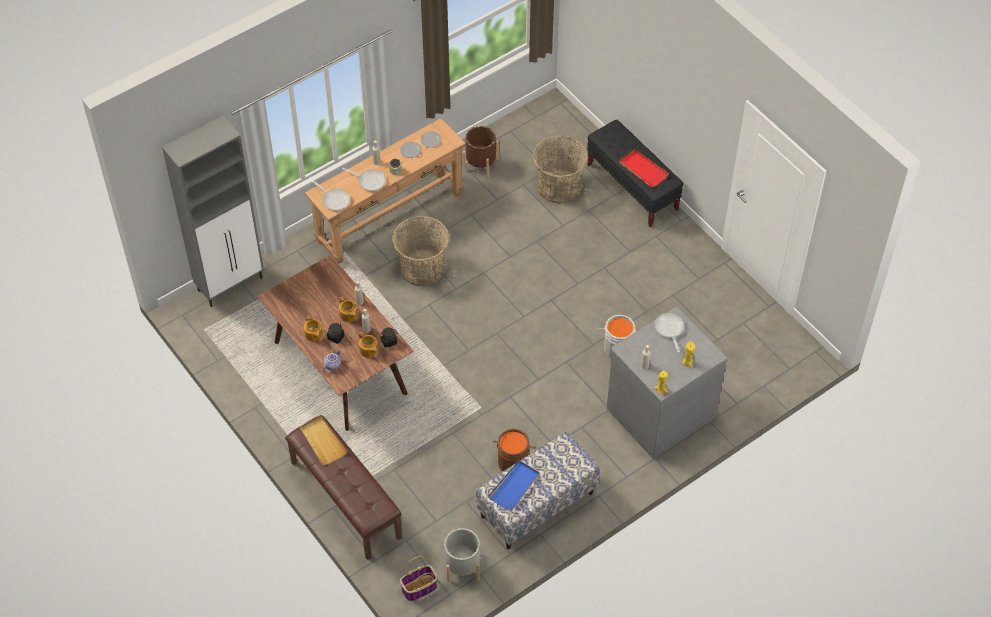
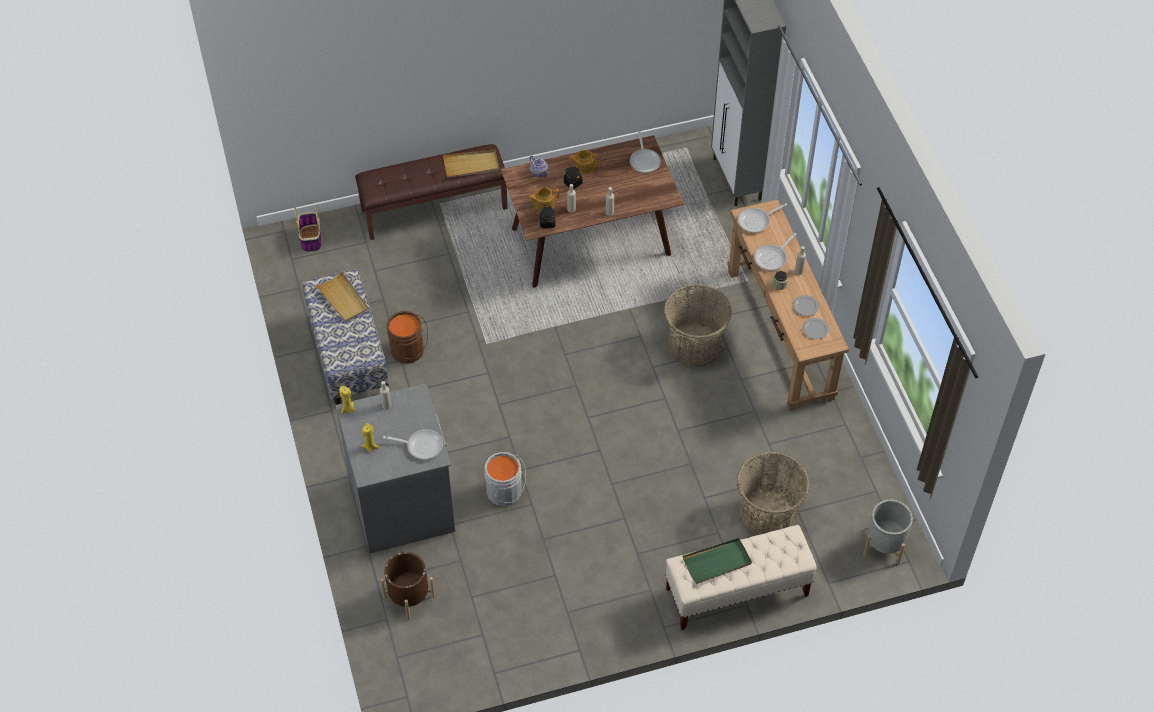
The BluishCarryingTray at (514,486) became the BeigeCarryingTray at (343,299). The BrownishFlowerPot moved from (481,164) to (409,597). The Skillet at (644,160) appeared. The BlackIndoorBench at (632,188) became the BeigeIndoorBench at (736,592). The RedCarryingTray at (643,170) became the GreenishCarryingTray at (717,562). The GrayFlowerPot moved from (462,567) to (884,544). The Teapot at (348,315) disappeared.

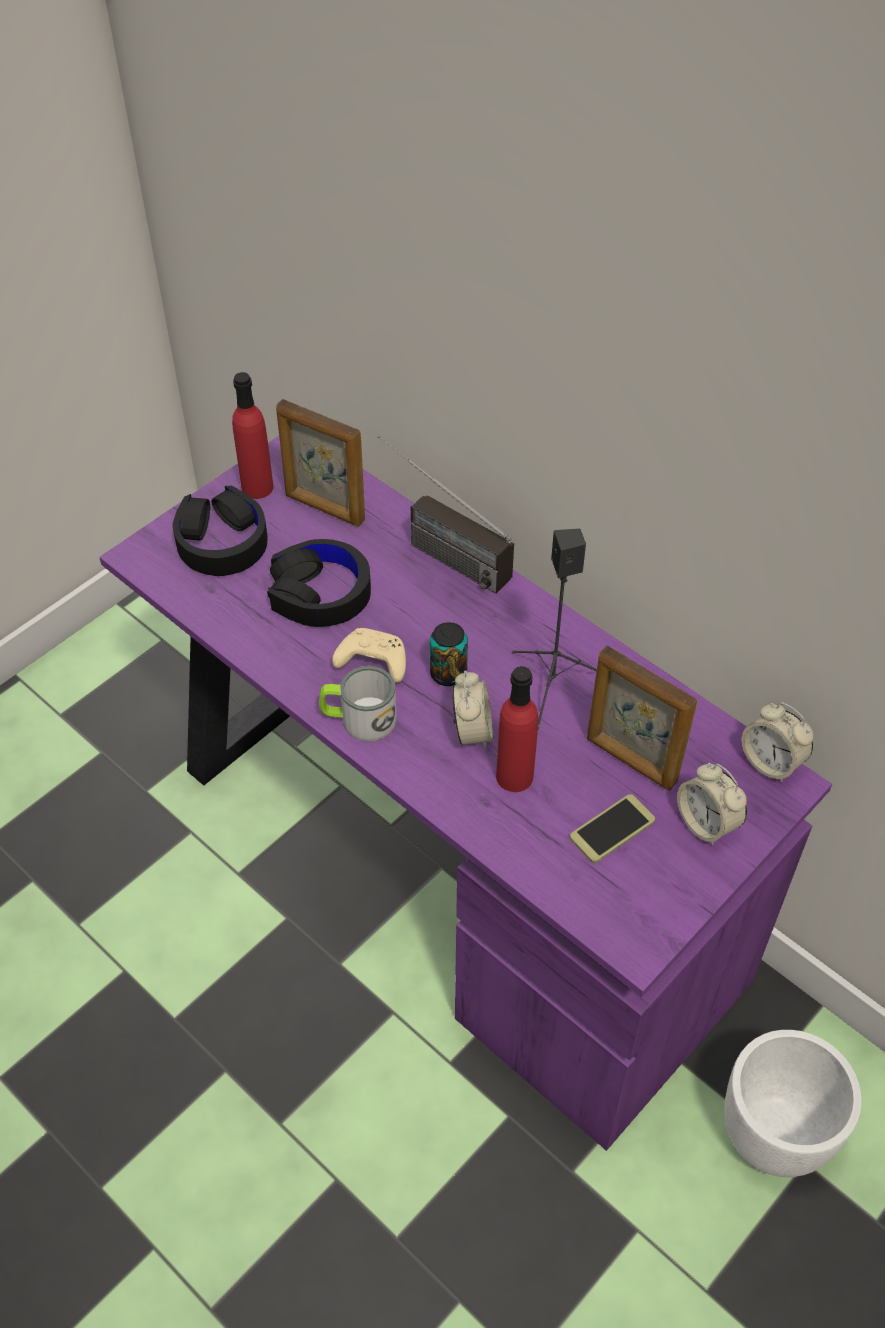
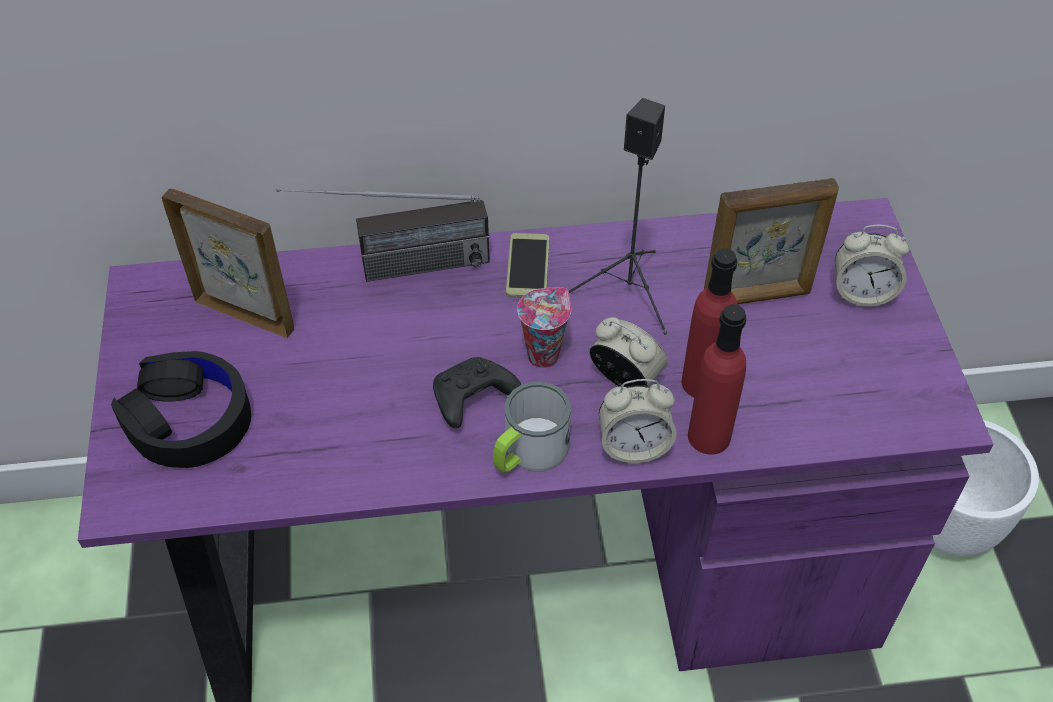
The StandingFrame at (324,508) turned 135 degrees counterclockwise. The BeigeGamepad at (371,662) became the BlackGamepad at (472,400). The Telephone moved from (612,829) to (528,267). The SealedCan at (448,674) was replaced by the DrinkingCup at (544,353). The AlarmClock moved from (771,762) to (634,446). The RedBeverageBottle moved from (257,487) to (709,436). The BlackHeadset at (320,593) disappeared.

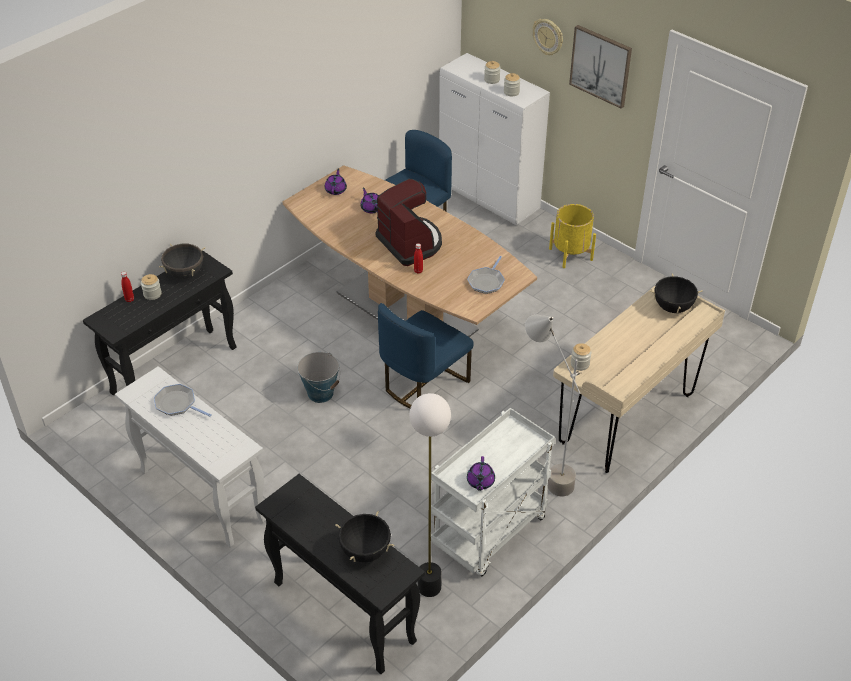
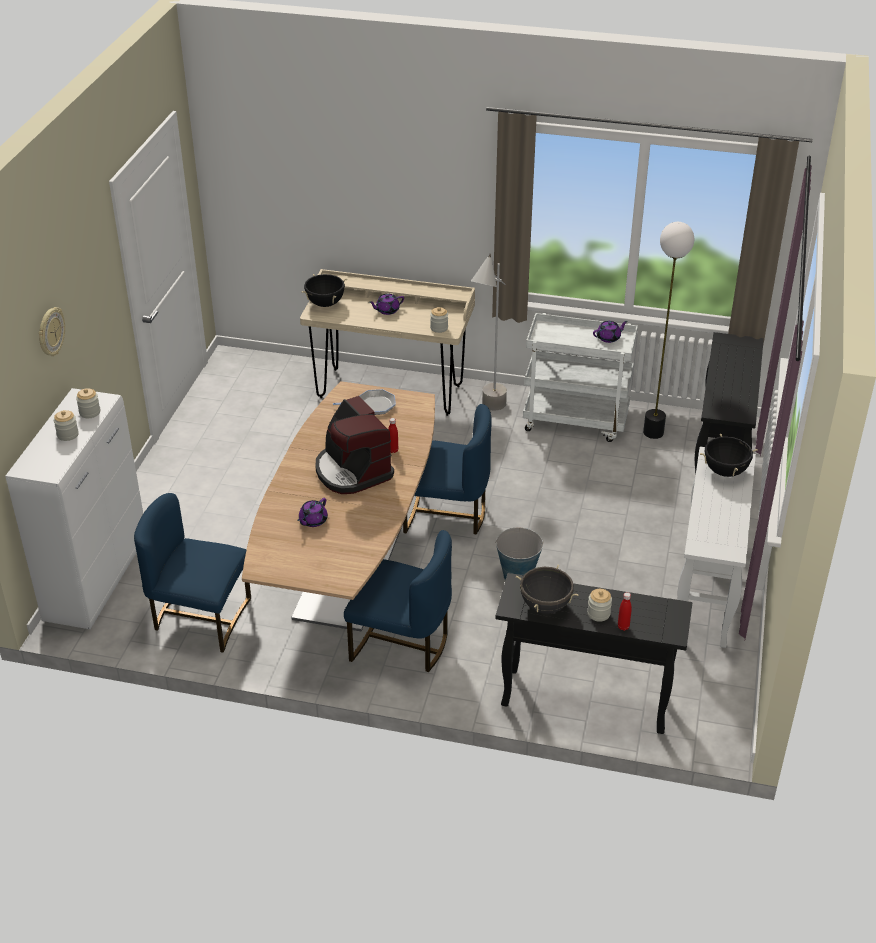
The CoffeeBrewer at (410,243) turned 60 degrees counterclockwise. The BluishChair at (401,644) appeared. The PurplishTeapot moved from (336,190) to (387,310). The BlackSaucepot moved from (365,551) to (725,471). The Skillet at (177,404) disappeared. The YellowFlowerPot at (570,254) disappeared. The Picture at (601,66) disappeared.

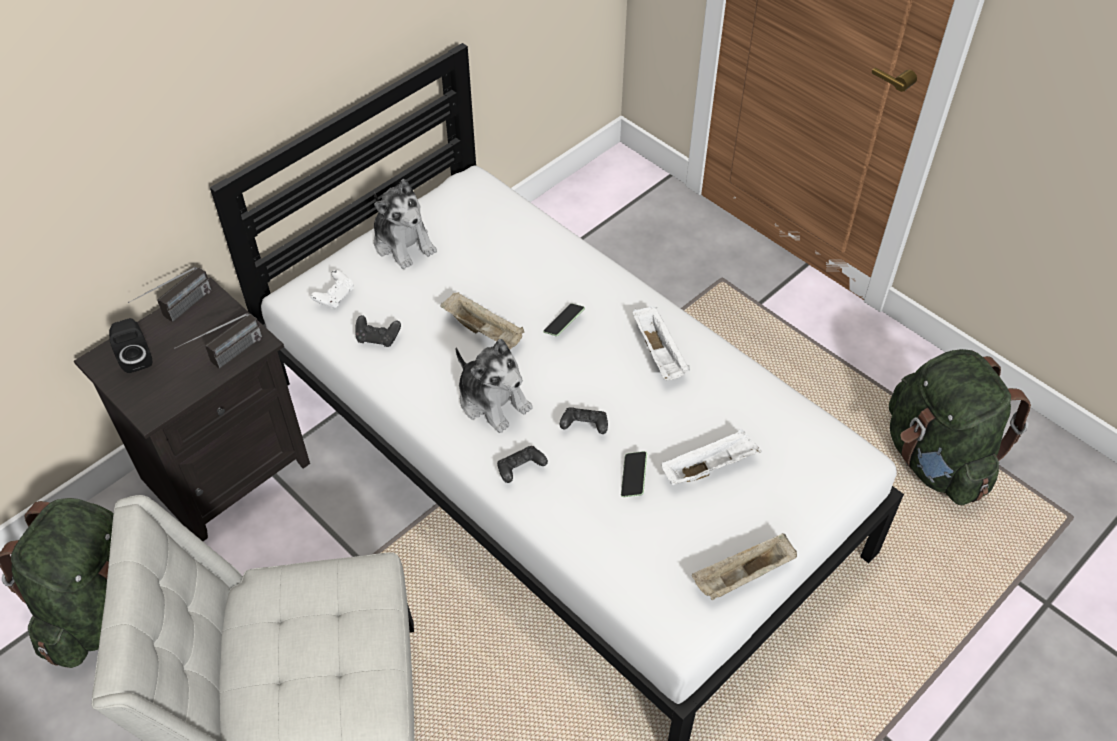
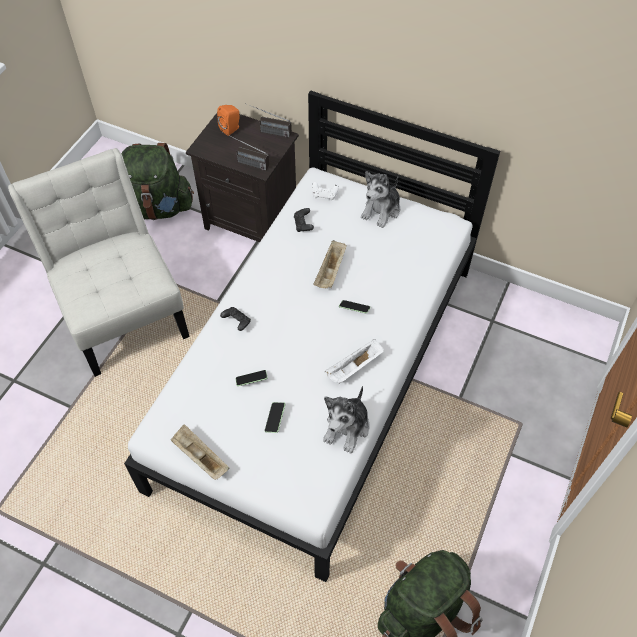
The BlackLoudspeaker at (136,358) became the OrangeLoudspeaker at (231,129). The WhitishCarryingTray at (709,467) was replaced by the Telephone at (275,419). The CuddlyToy moved from (493,401) to (347,427). The BlackGamepad at (584,427) disappeared.

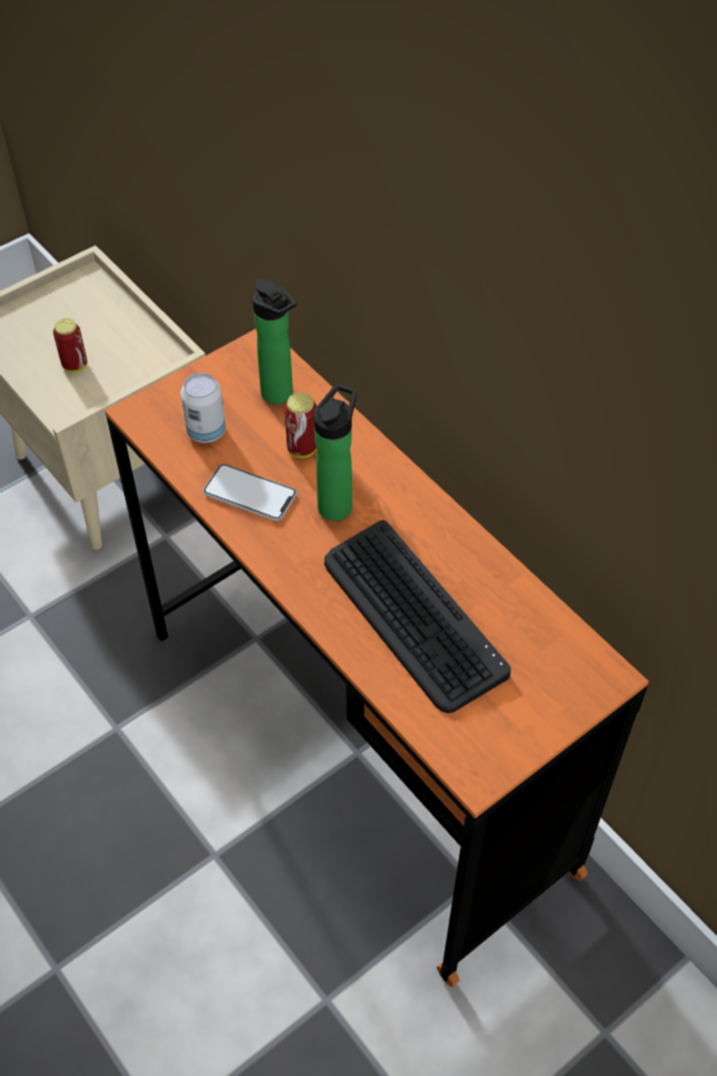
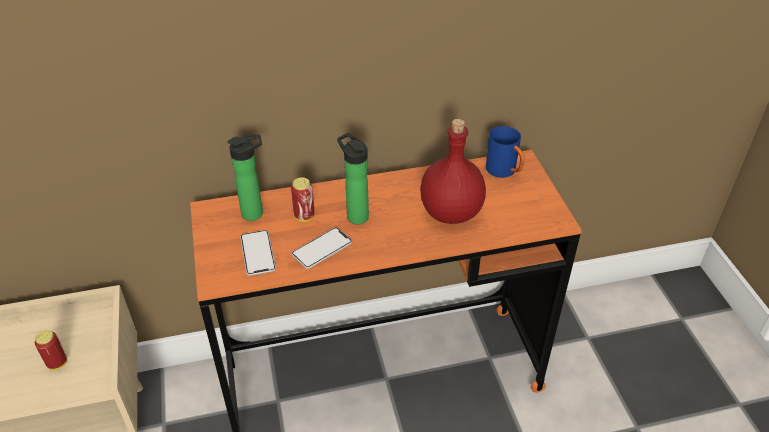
The SealedCan at (206,432) was replaced by the Telephone at (258,253). The Keyboard at (412,616) was replaced by the RedBeverageBottle at (451,212). The BluishTeaMug at (505,172) appeared.

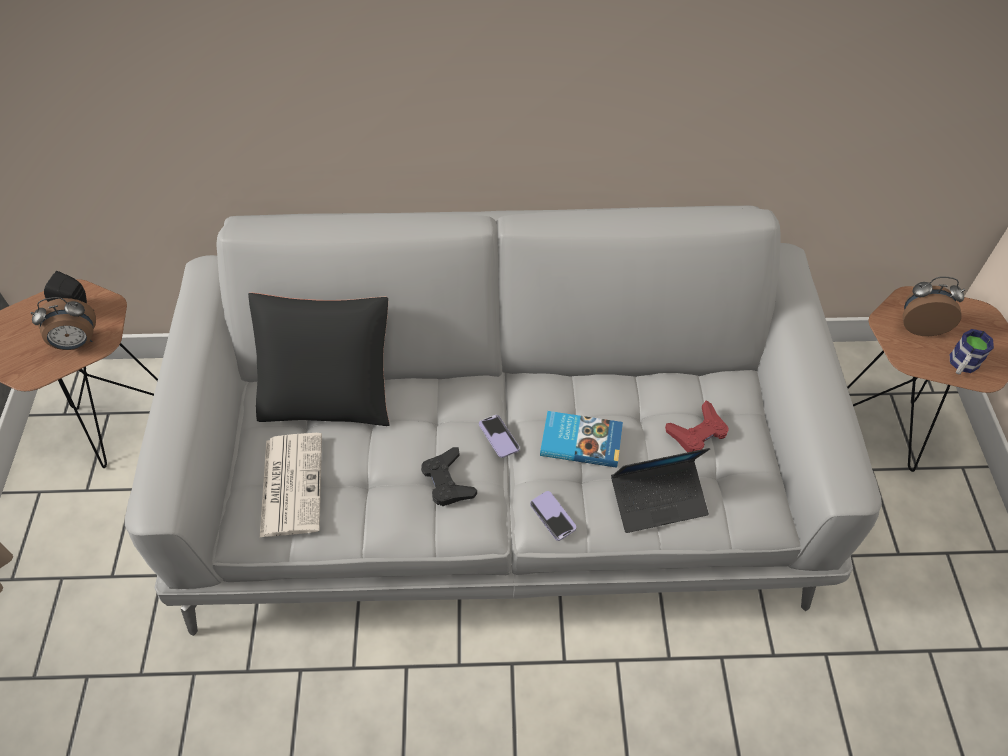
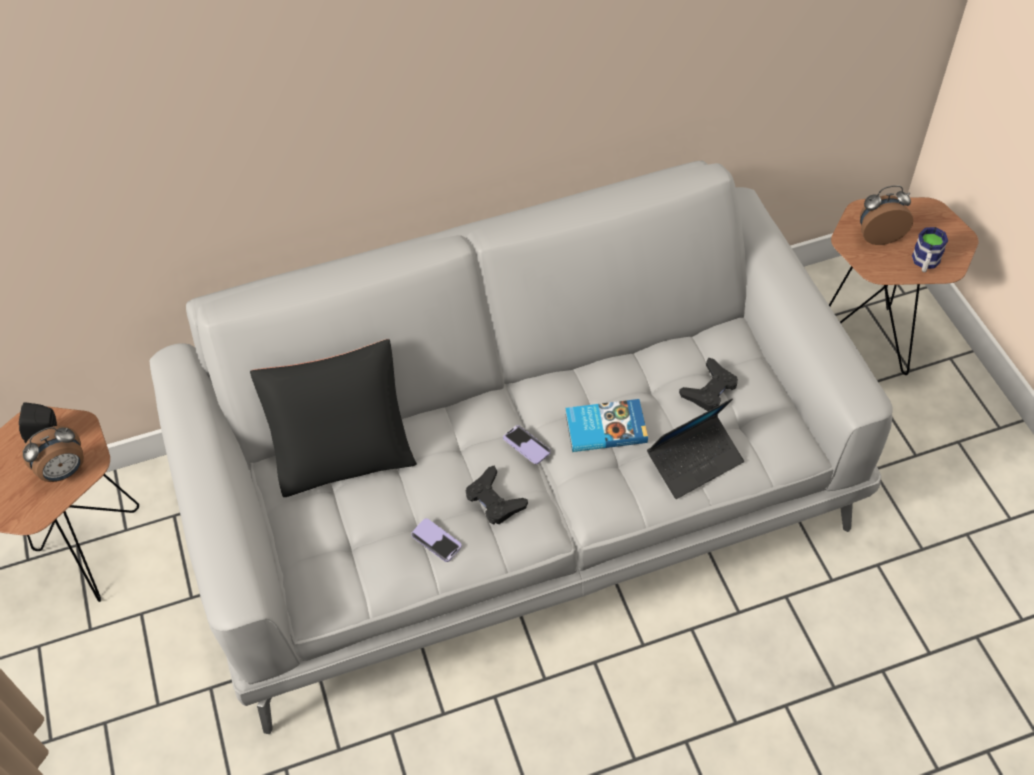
The Telephone moved from (552,516) to (436,541). The RedGamepad at (697,432) became the BlackGamepad at (709,389). The DailyPaper at (291,483) disappeared.

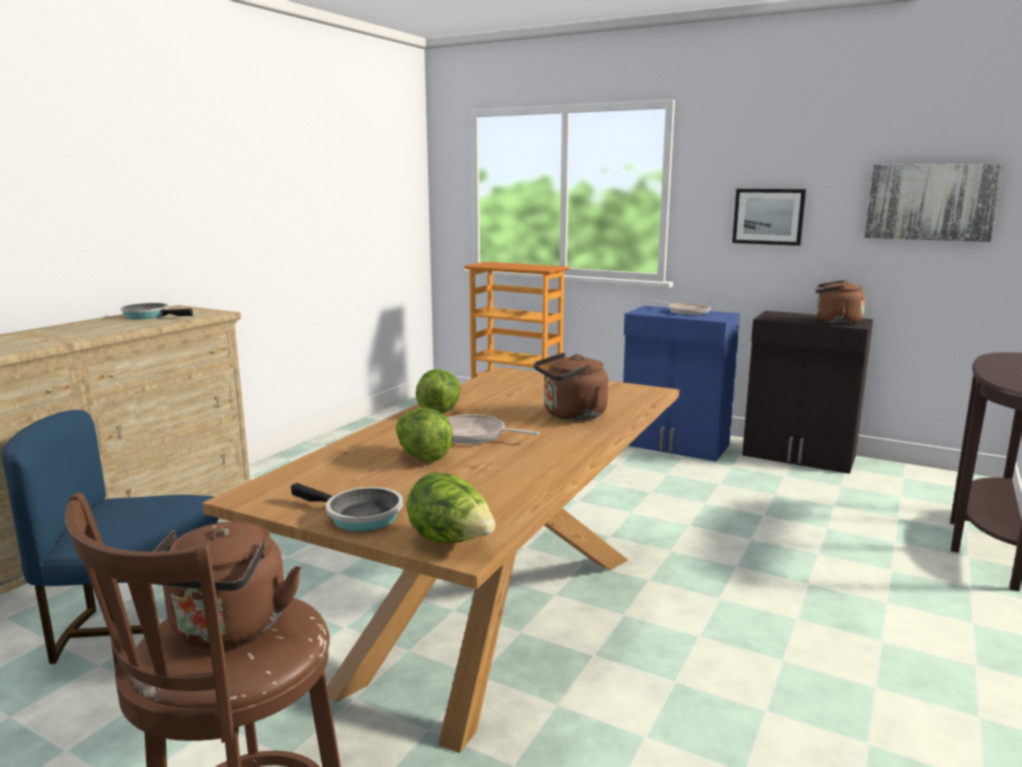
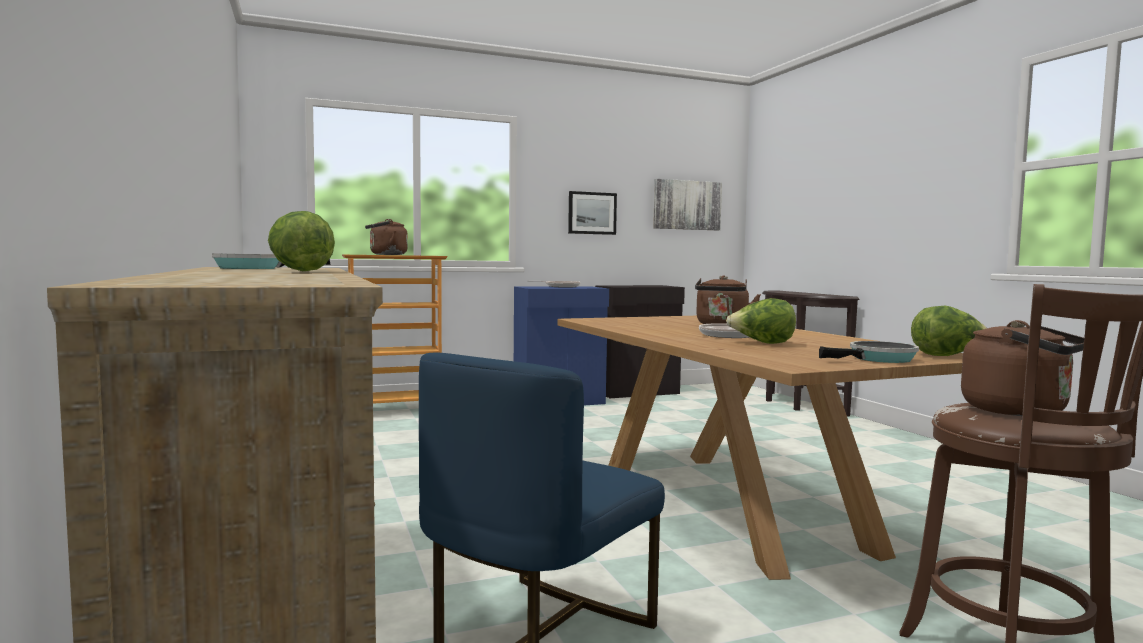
The LettuceHead moved from (439,410) to (299,271). The BrownishWaterKettle moved from (834,322) to (386,254).

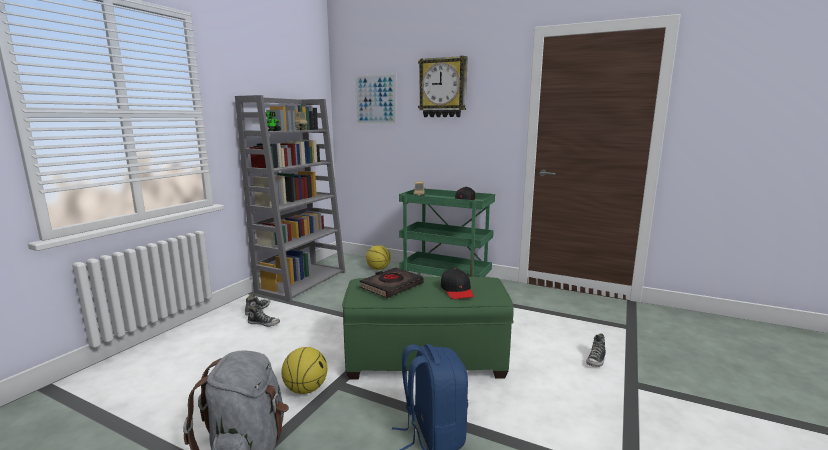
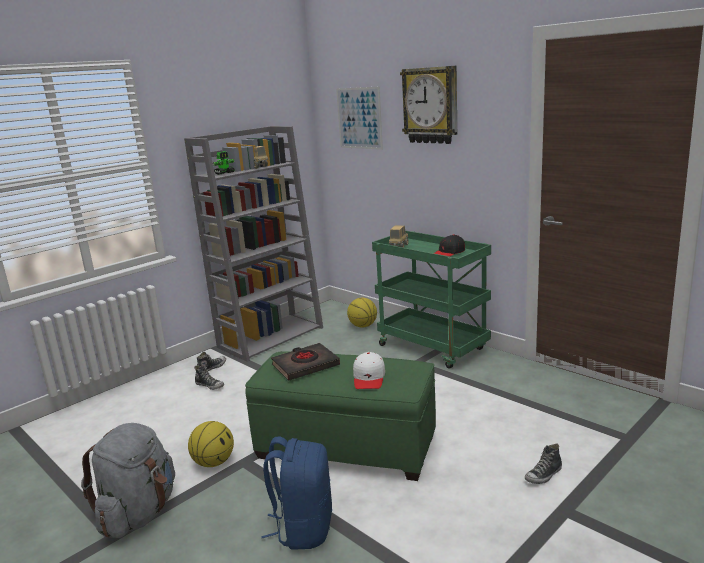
The BlackBaseballCap at (457,290) became the WhitishBaseballCap at (369,378).

